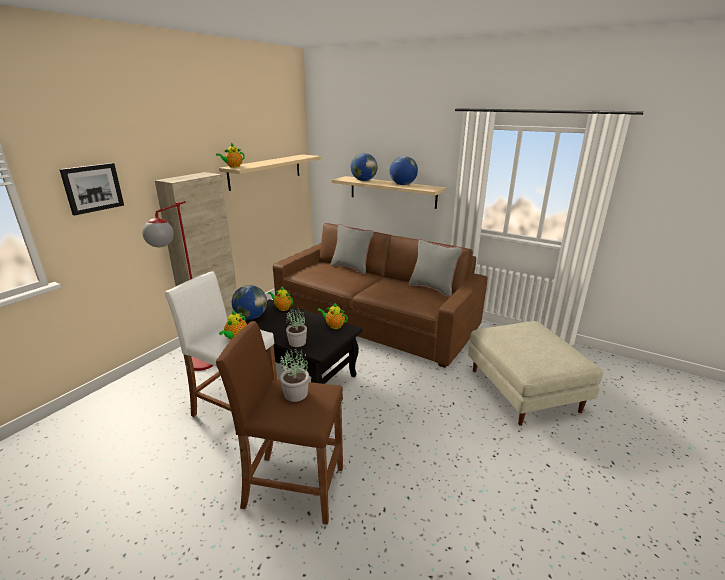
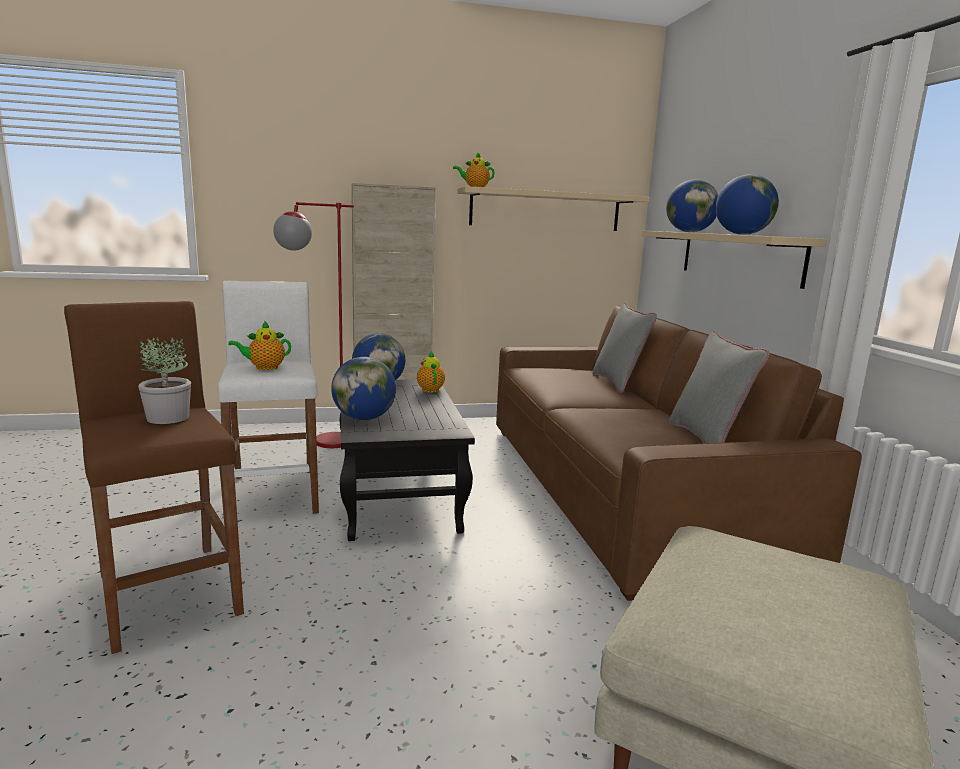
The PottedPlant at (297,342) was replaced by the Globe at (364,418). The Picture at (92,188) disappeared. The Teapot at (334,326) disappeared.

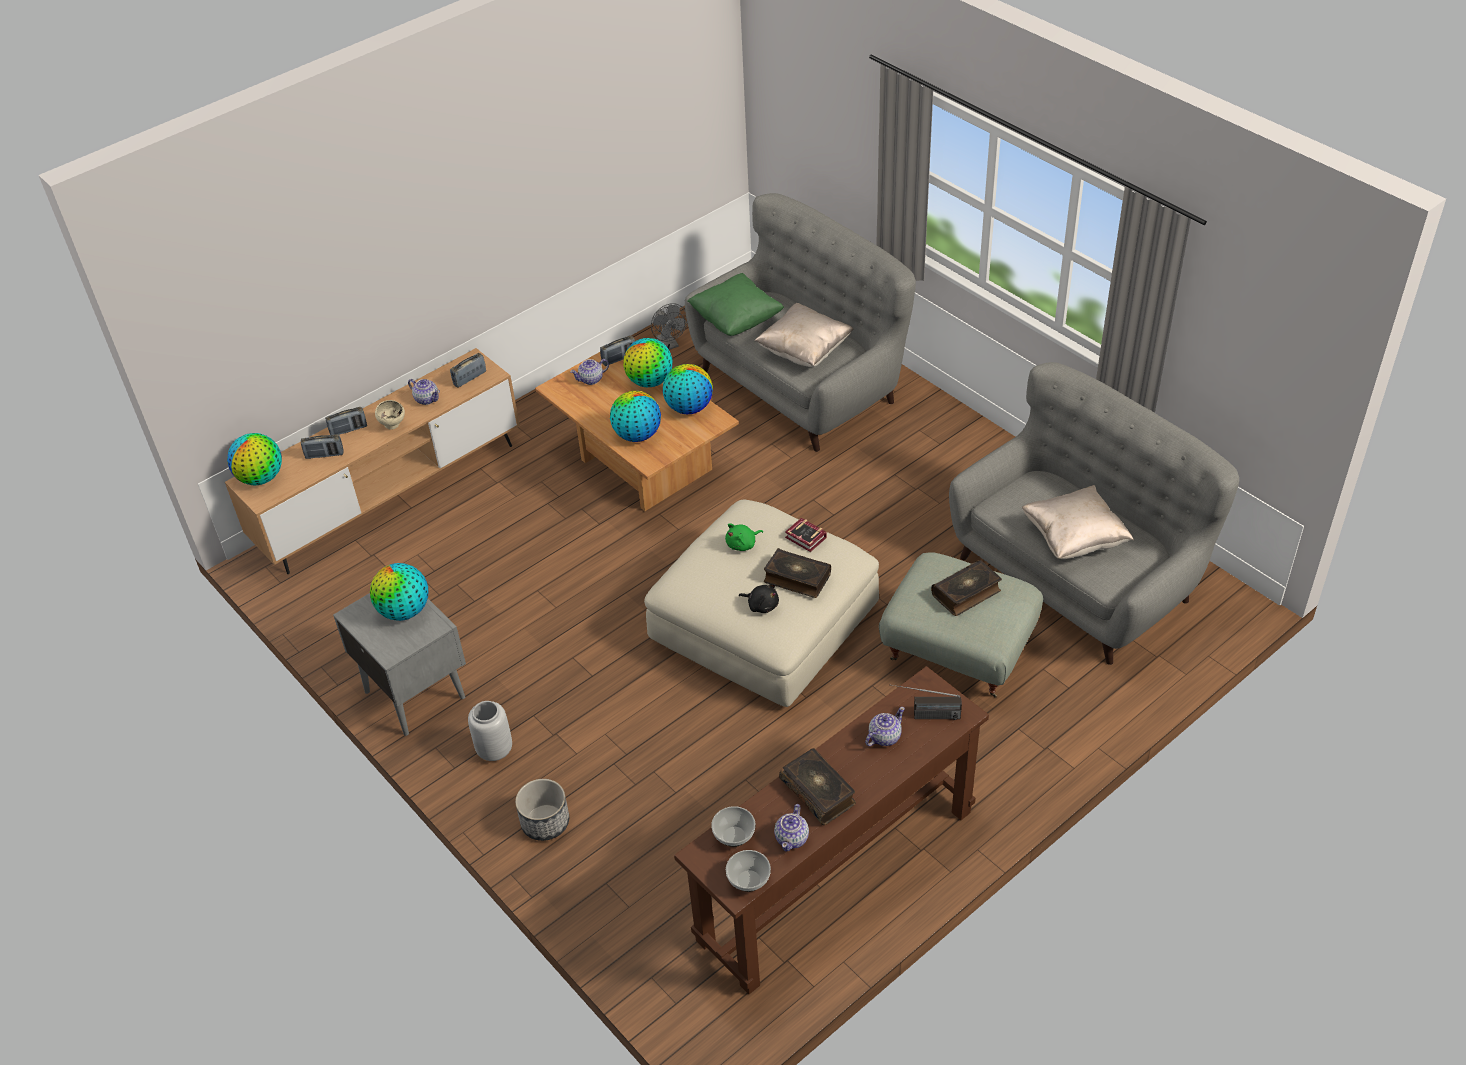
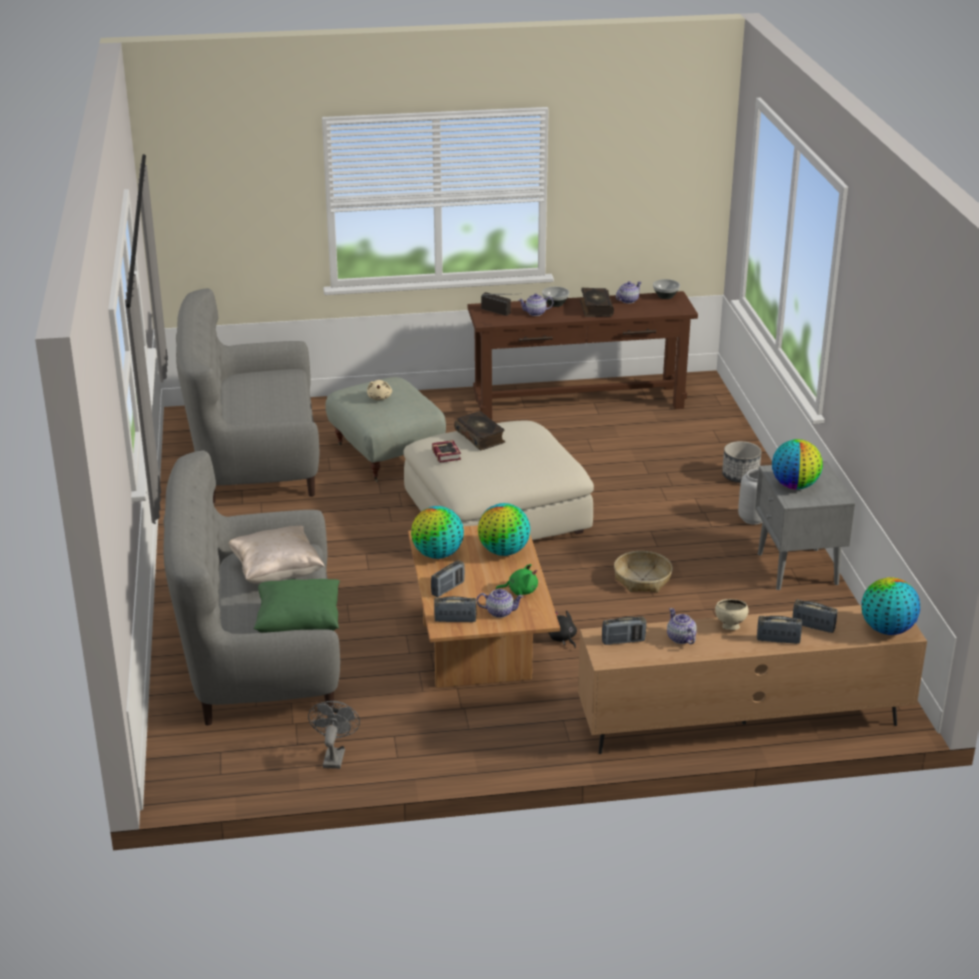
The Volume at (966,593) was replaced by the BeigeCuddlyToy at (379,398). The Globe at (650,381) was replaced by the RadioSet at (448,588). The GreenishCuddlyToy moved from (743,544) to (520,591). The DeepDish moved from (734,836) to (555,304). The BlackCuddlyToy moved from (761,605) to (562,638). The Basket at (642,579) appeared. The BeigeCushion at (1074,539) disappeared.

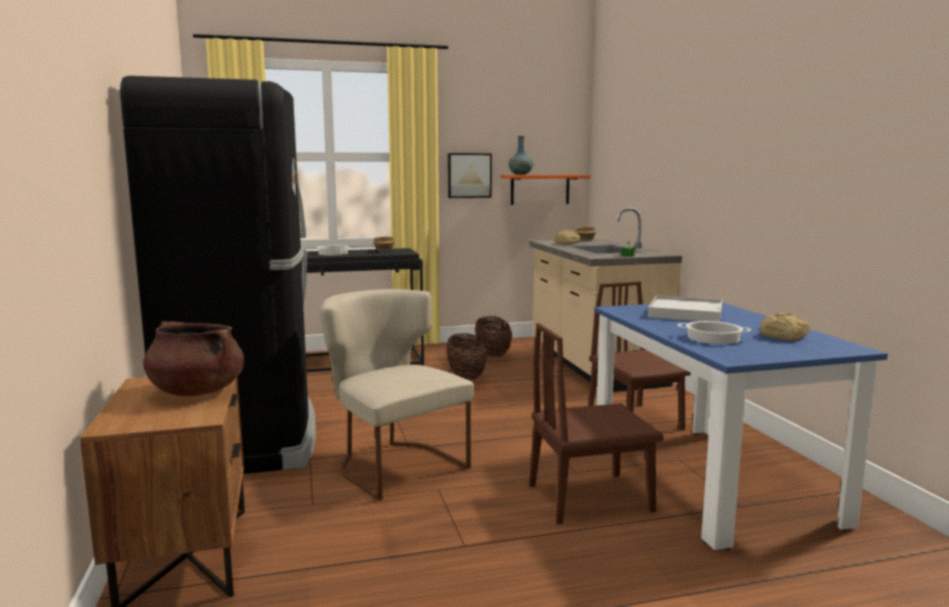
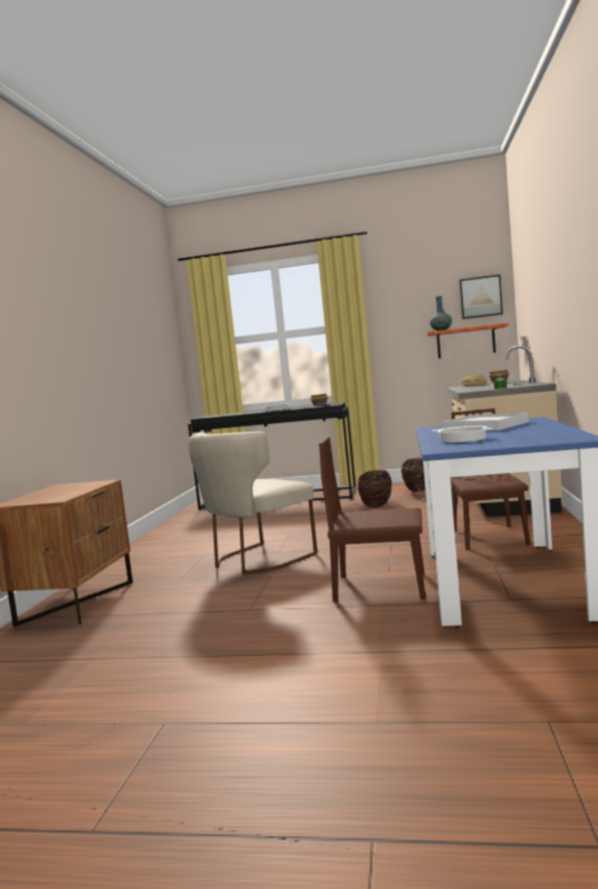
The BeigeChair at (394,464) turned 120 degrees counterclockwise. The Picture moved from (469,175) to (480,297). The BlackKitchenFridge at (245,437) disappeared. The BrownishSaucepot at (196,391) disappeared. The BakedBread at (784,337) disappeared.

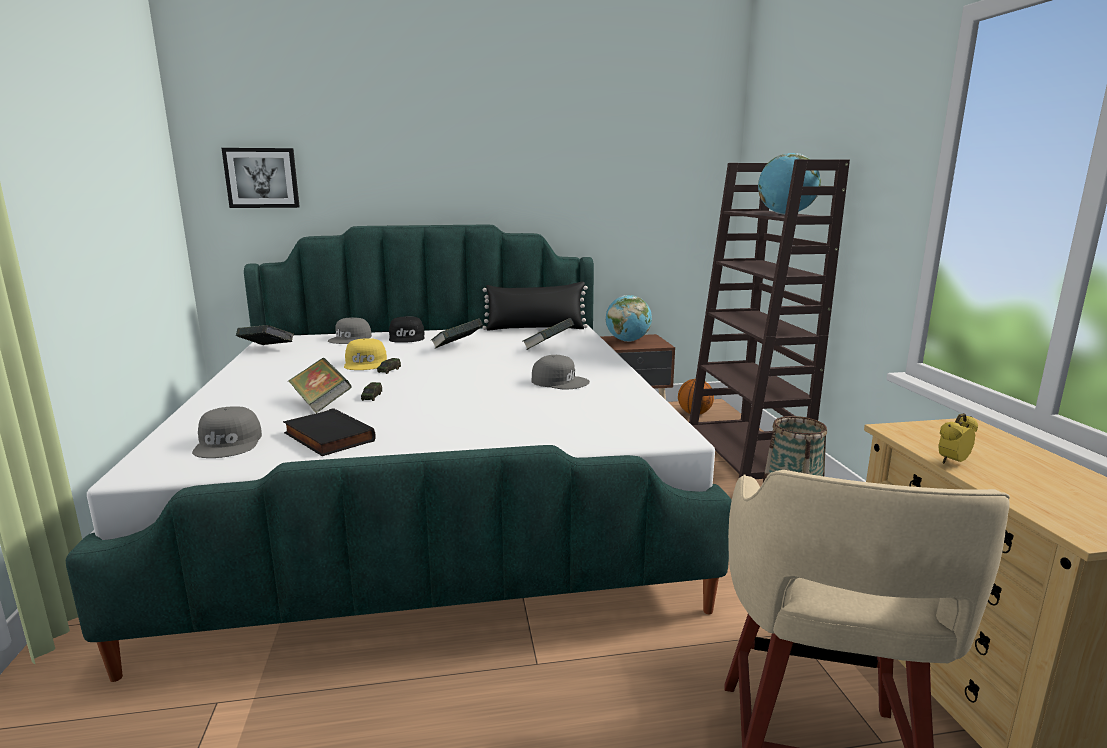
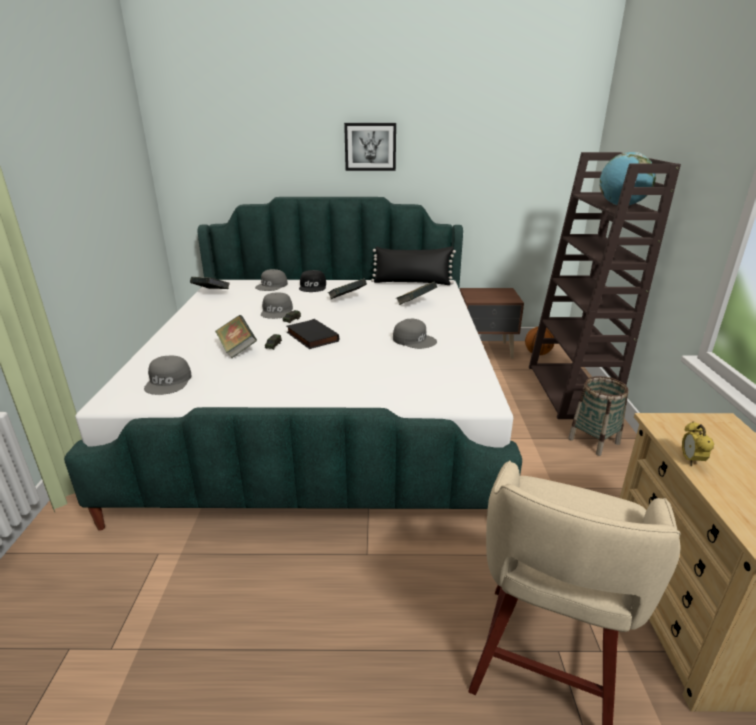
The YellowBaseballCap at (366,363) became the GrayBaseballCap at (277,311). The BlackVolume moved from (326,437) to (311,337). The Picture moved from (262,178) to (370,147). The AlarmClock at (952,462) turned 60 degrees counterclockwise. The Globe at (627,341) disappeared.

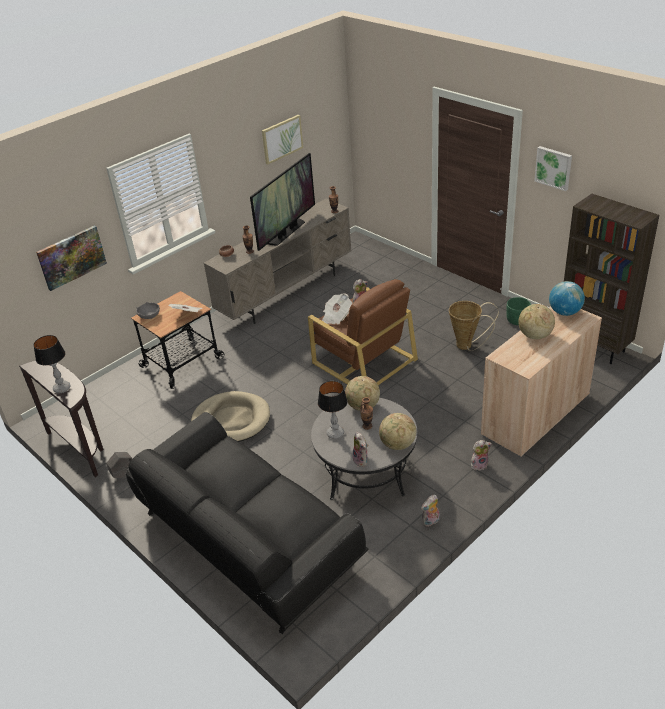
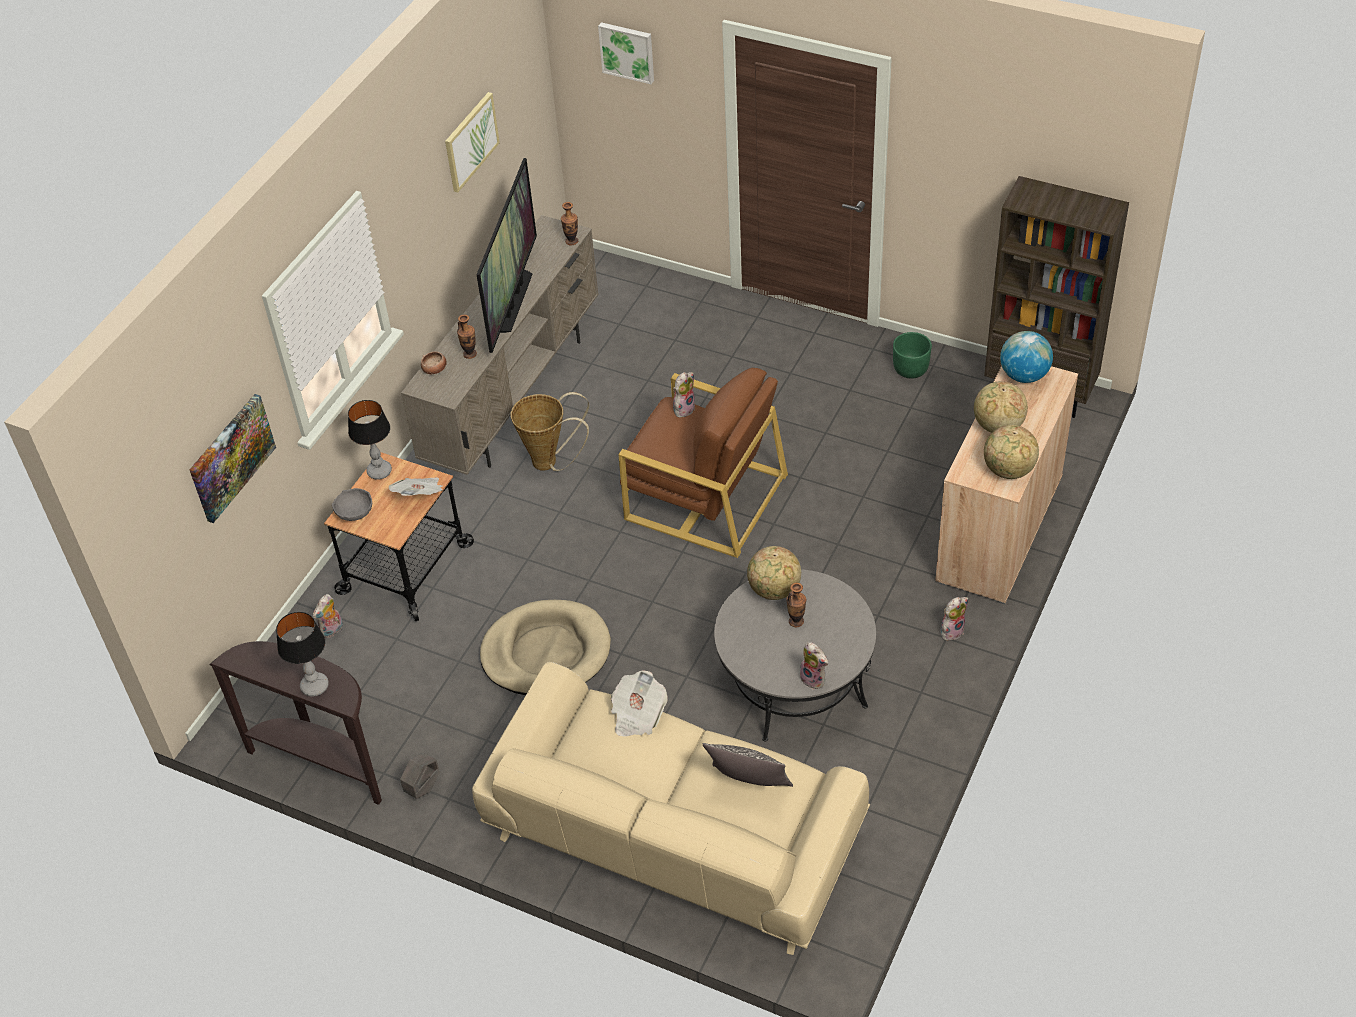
The CuddlyToy moved from (431,522) to (332,630). The TableLamp moved from (335,433) to (379,471). The BlackCouch at (246,539) became the BeigeCouch at (672,836). The Basket moved from (467,346) to (550,462). The Picture moved from (554,167) to (627,51). The DailyPaper moved from (336,316) to (637,715). The Cushion at (749,785) appeared. The Globe moved from (397,444) to (1008,470).

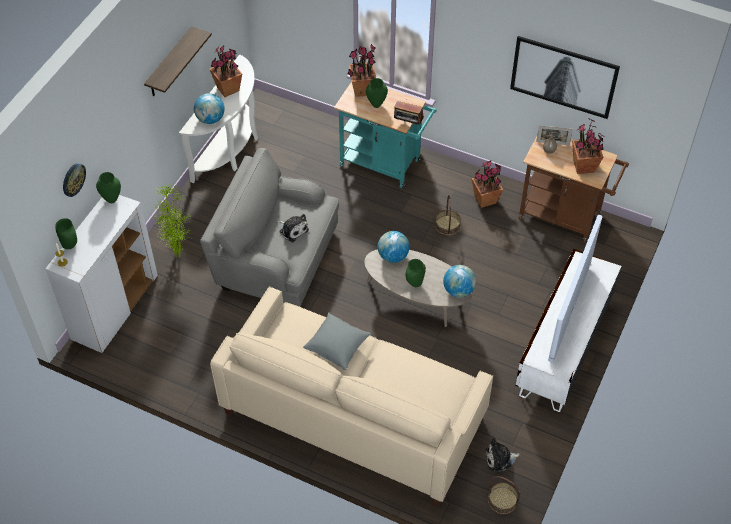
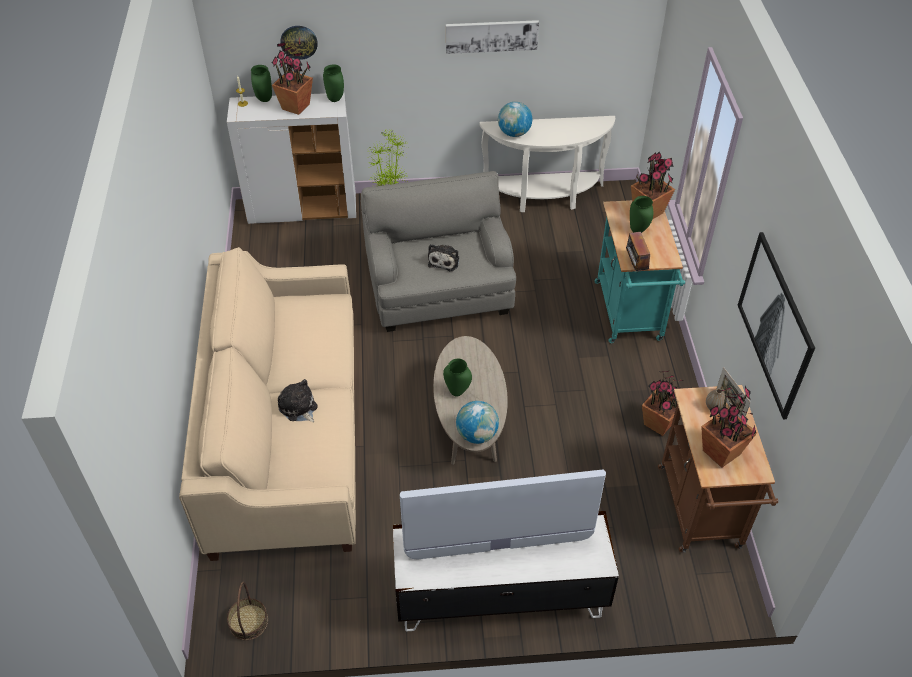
The PottedPlant moved from (228,89) to (296,106). The CuddlyToy moved from (500,459) to (299,408). The WallShelf at (169,63) was replaced by the Picture at (491,35). The GrayCushion at (337,346) disappeared. The Globe at (393,256) disappeared. The Basket at (447,225) disappeared.

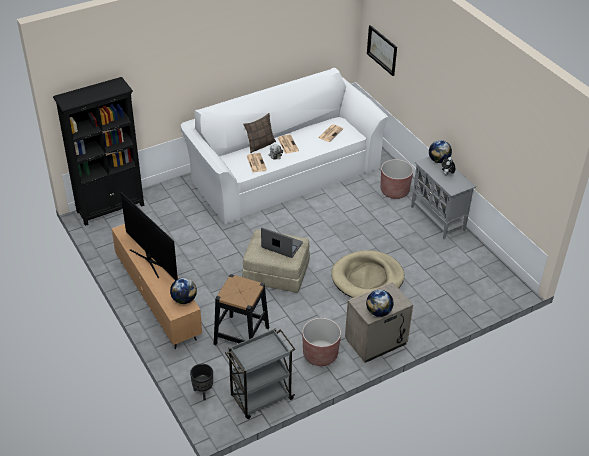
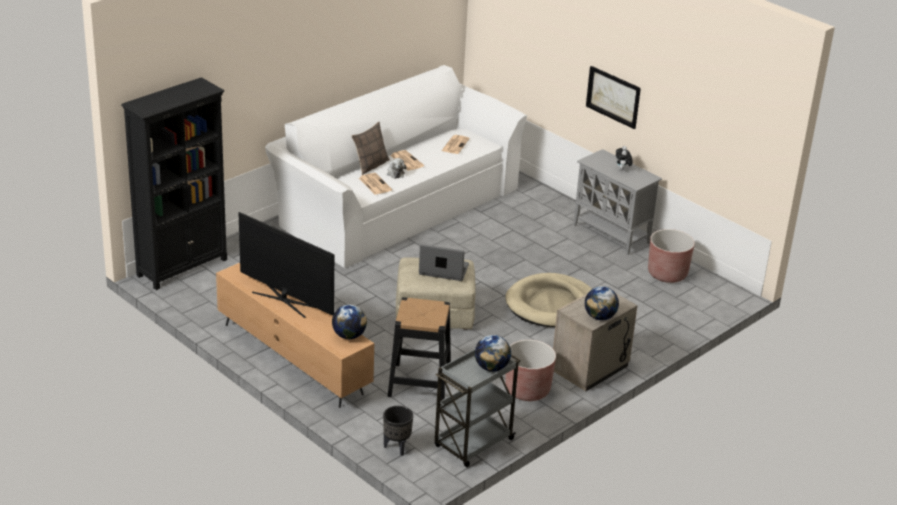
The Globe moved from (438,160) to (491,368). The Picture moved from (382,50) to (613,96). The BrownishFlowerPot moved from (394,191) to (667,274).

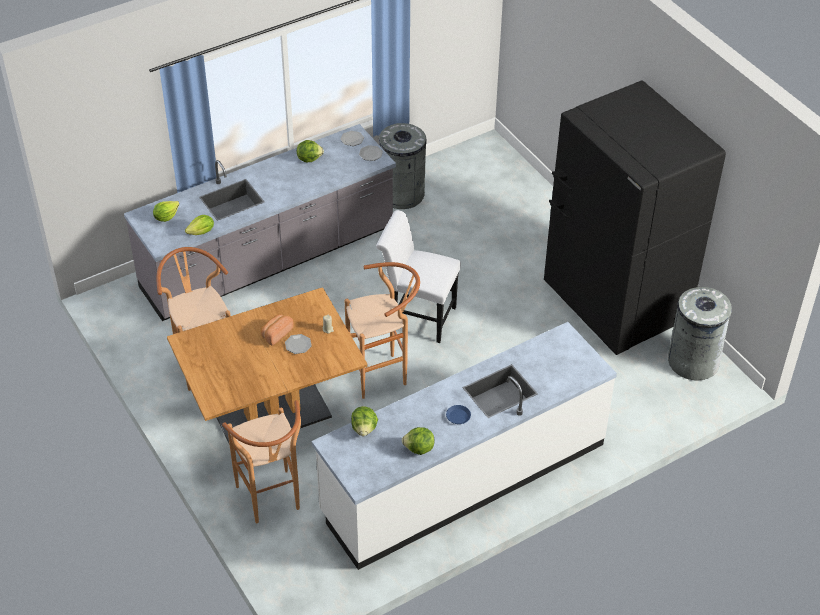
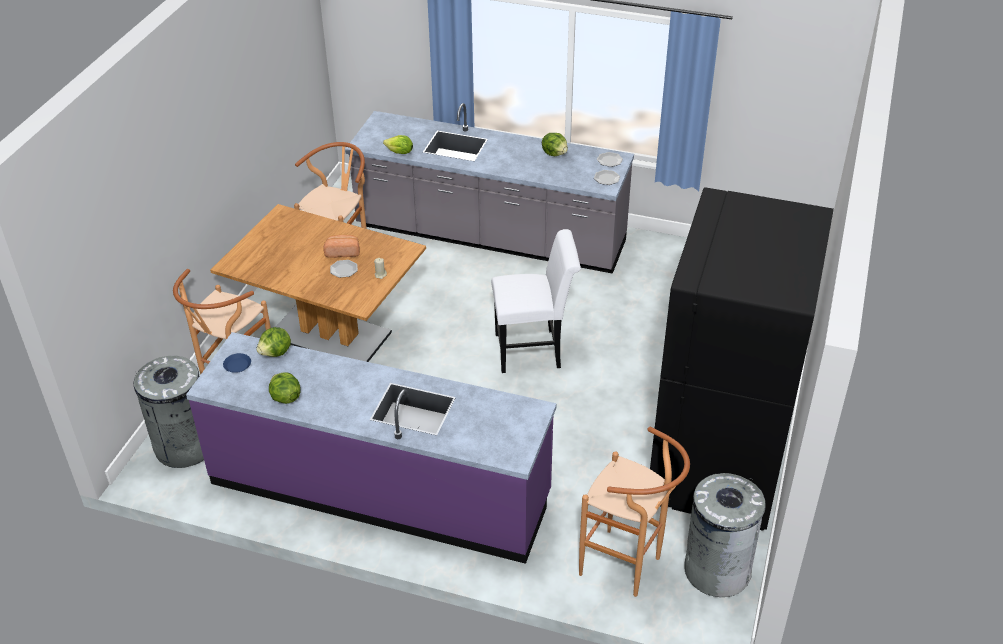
The GrayRubbishBin moved from (402,194) to (184,446). The WhitishKitchenBaseUnit at (463,478) became the PurplishKitchenBaseUnit at (380,489). The BluishFlatDish moved from (458,416) to (237,365). The WhitishChair at (417,317) turned 105 degrees clockwise. The BrownishStool moved from (383,373) to (627,568). The LettuceHead at (166,217) disappeared.

